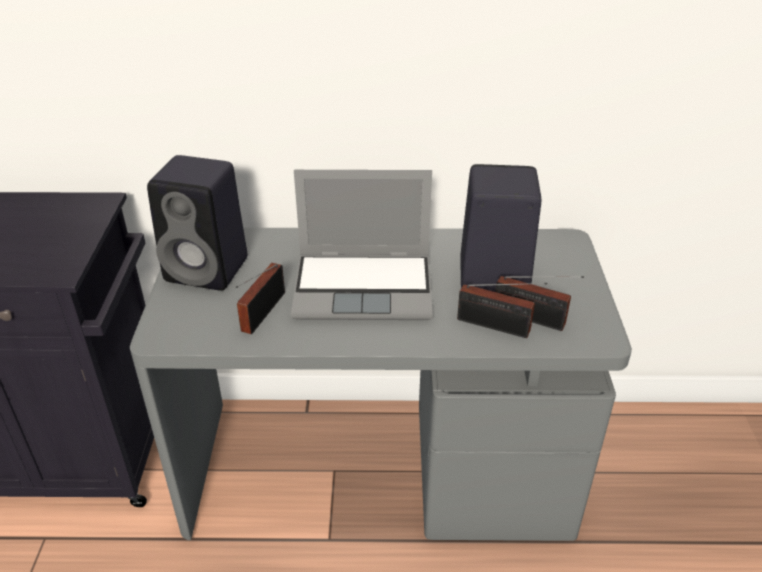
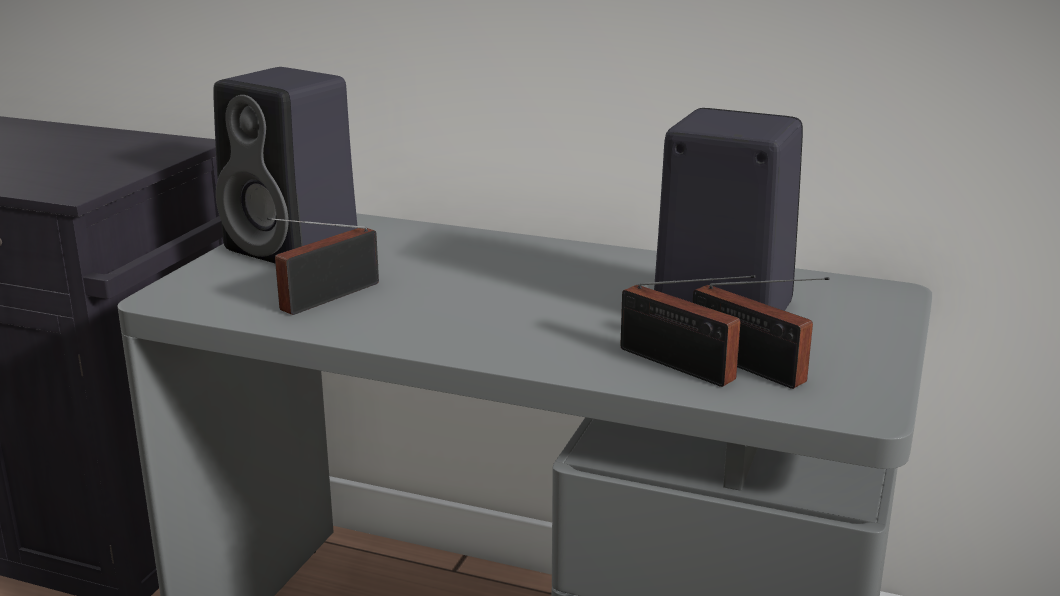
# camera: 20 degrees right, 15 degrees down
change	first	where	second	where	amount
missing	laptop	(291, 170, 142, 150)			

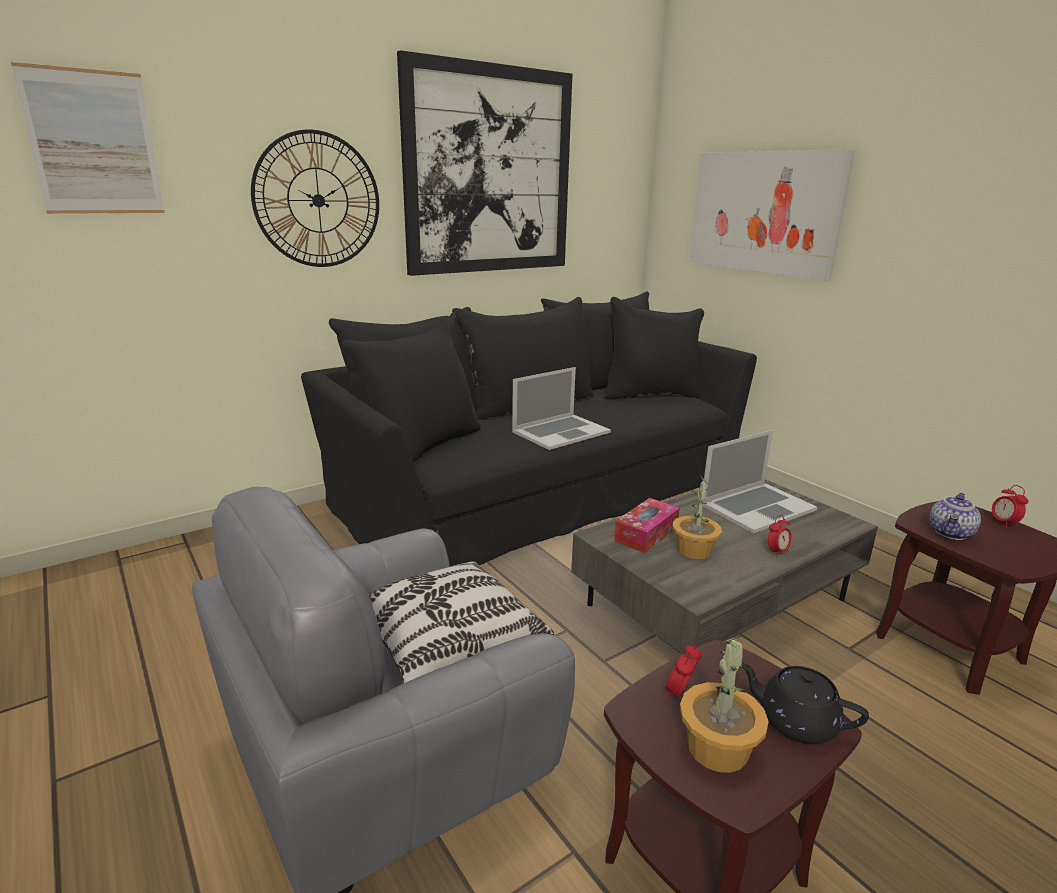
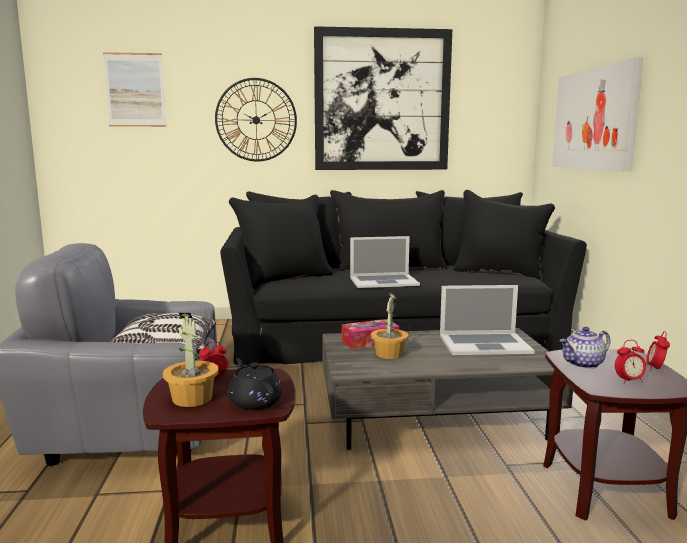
# camera: 30 degrees right, 10 degrees down
change	first	where	second	where	amount
relocated	alarm clock	(768, 515, 24, 43)		(615, 340, 31, 44)	

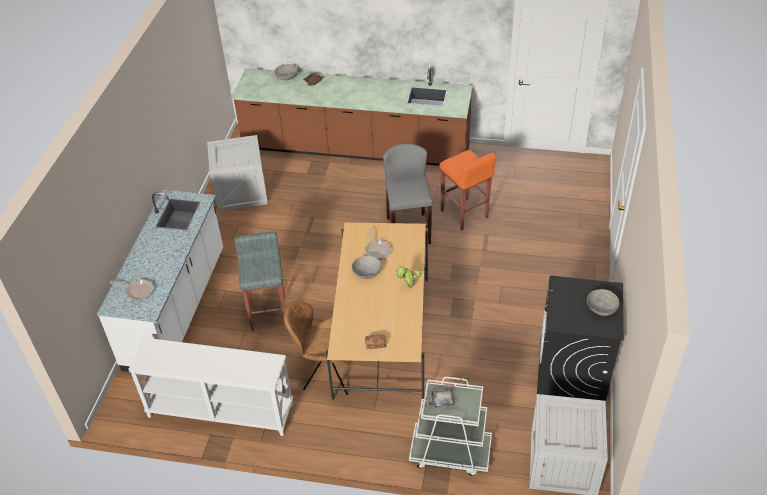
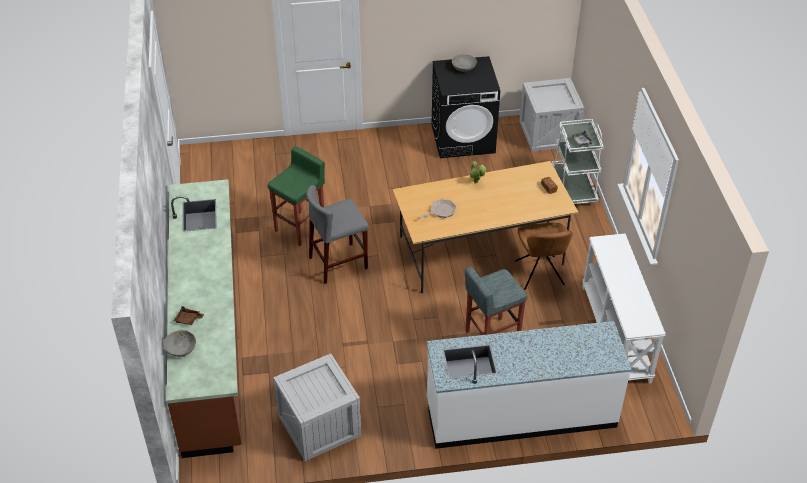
# camera: 110 degrees left, 0 degrees up
change	first	where	second	where	amount
missing	frying pan	(110, 279, 44, 22)			
missing	grey bowl	(352, 256, 30, 23)			
colour	orange stool	(439, 150, 57, 80)	green stool	(268, 147, 57, 99)	

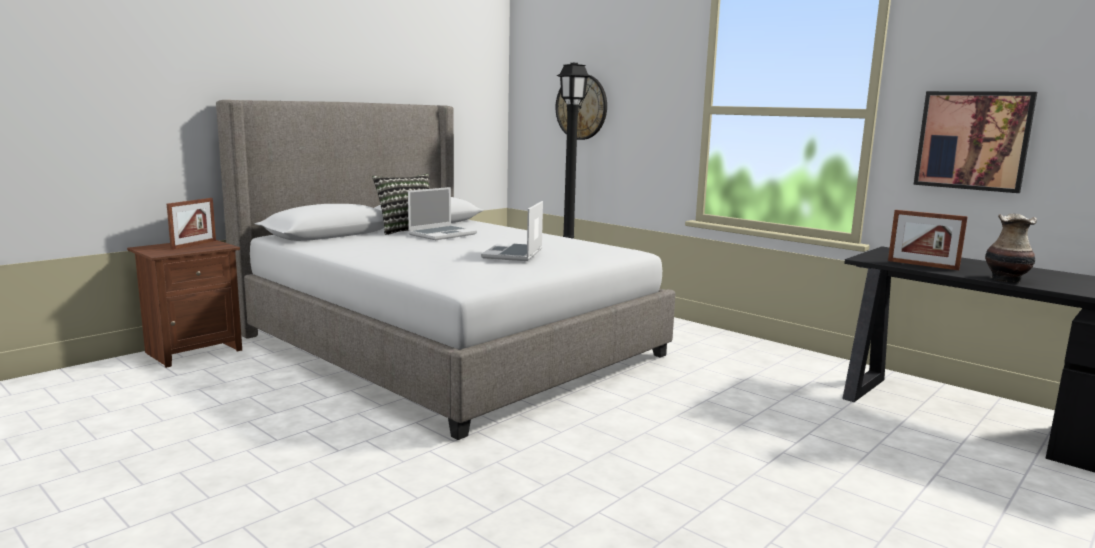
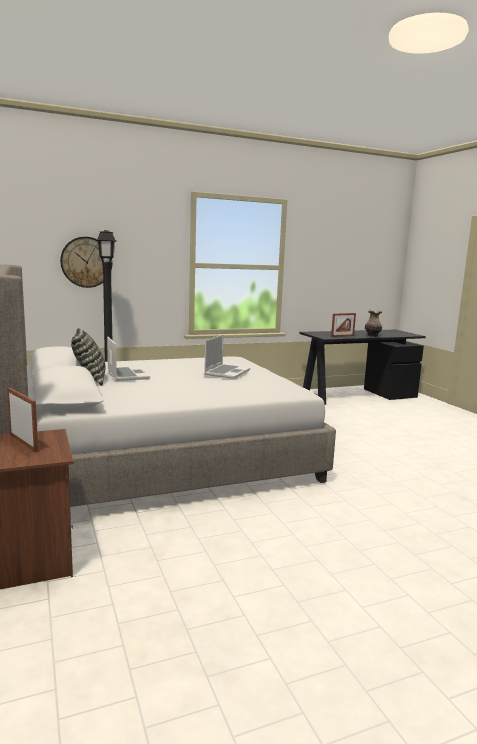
# camera: 65 degrees left, 0 degrees up
change	first	where	second	where	amount
spun	laptop	(481, 201, 62, 60)		(204, 335, 46, 44)	105 degrees counterclockwise
missing	picture	(913, 91, 124, 102)			

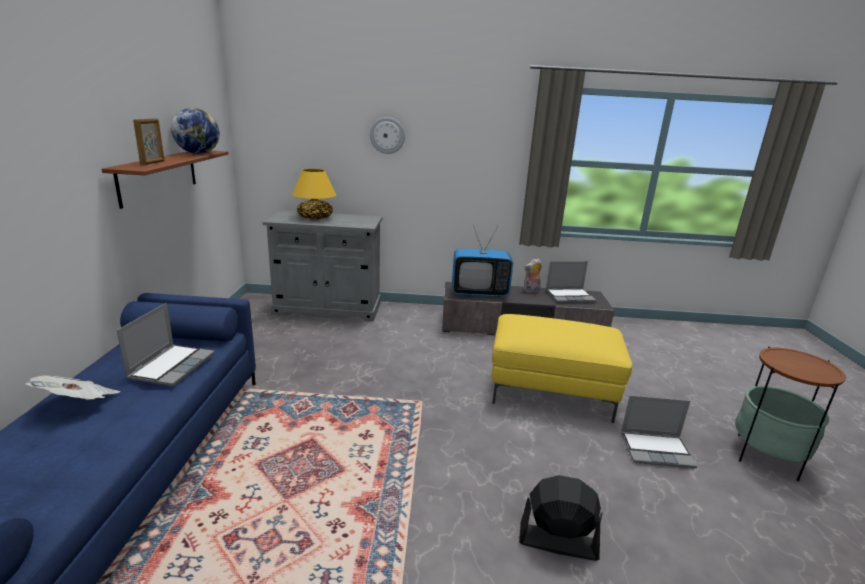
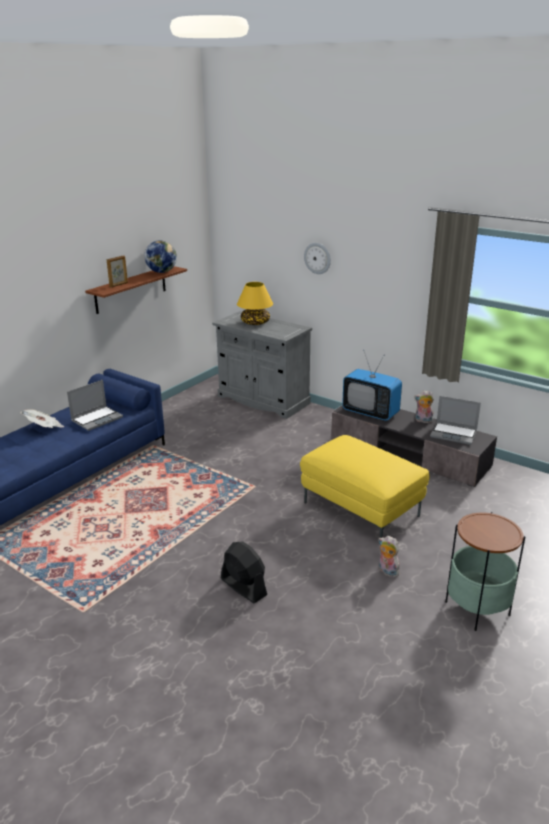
# camera: 35 degrees right, 5 degrees up
change	first	where	second	where	amount
exchanged	laptop	(621, 395, 76, 73)	plush toy	(378, 536, 22, 41)	

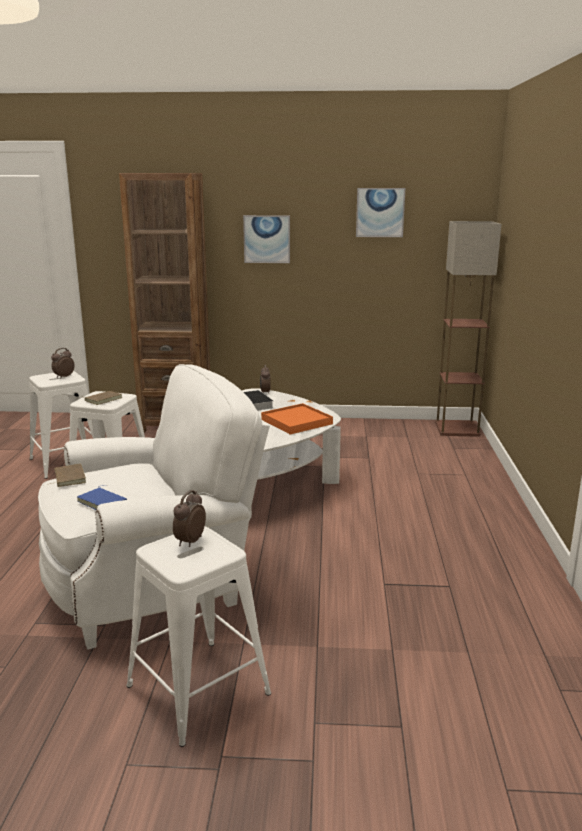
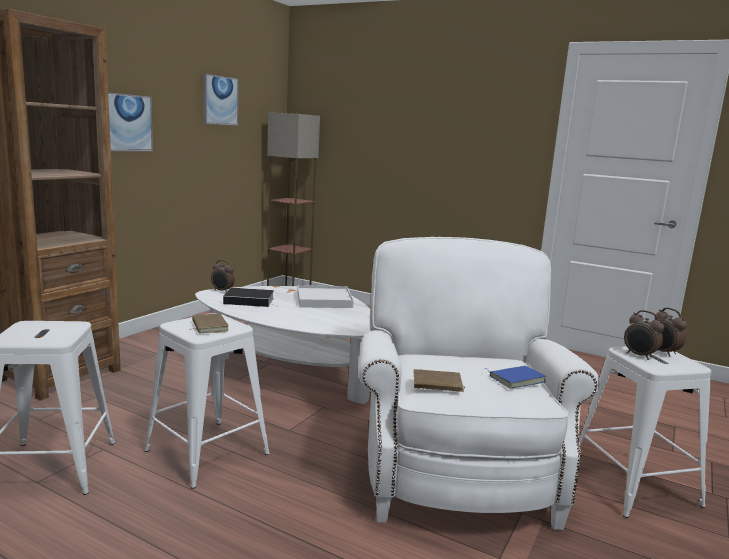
# camera: 65 degrees left, 5 degrees down
change	first	where	second	where	amount
relocated	alarm clock	(51, 348, 24, 30)		(655, 308, 32, 49)	
colour	orange tray	(261, 403, 72, 31)	white tray	(297, 285, 57, 23)	

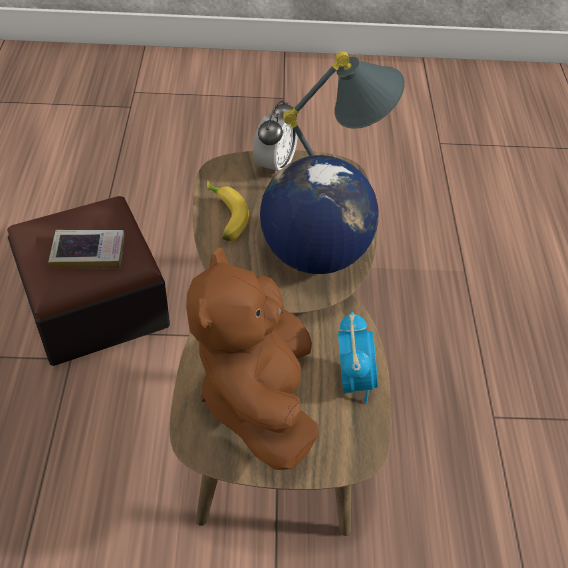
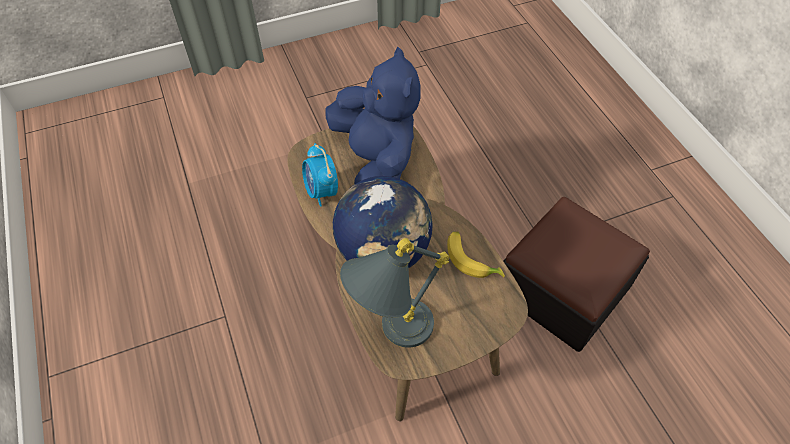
# camera: 160 degrees right, 5 degrees up
change	first	where	second	where	amount
missing	book	(48, 230, 76, 38)			
colour	brown plush toy	(186, 247, 133, 223)	blue plush toy	(325, 47, 95, 137)	
missing	alarm clock	(253, 100, 45, 75)			

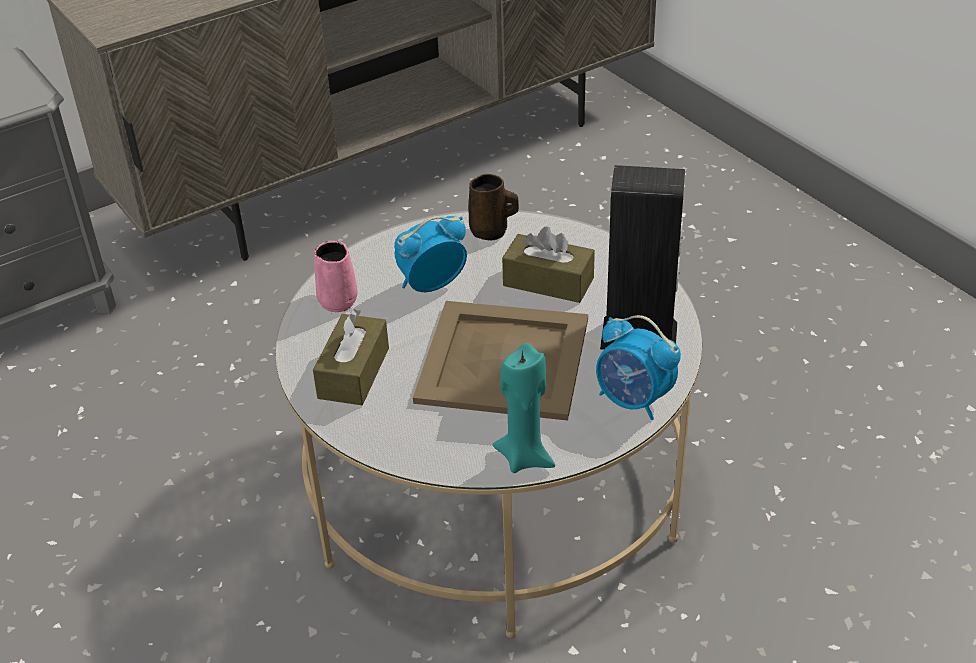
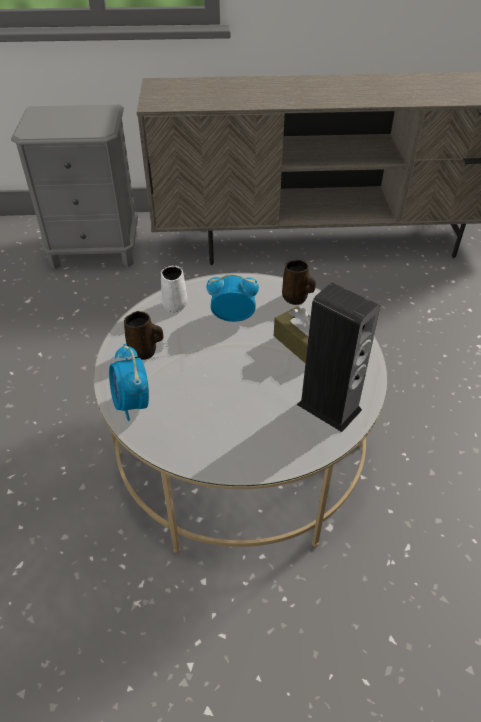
# camera: 30 degrees right, 5 degrees up
change	first	where	second	where	amount
exchanged	brown tissue box	(313, 309, 76, 96)	brown mug	(124, 311, 39, 49)	
colour	pink mug	(314, 241, 44, 71)	white mug	(161, 266, 27, 46)	
missing	beige tray	(413, 301, 175, 120)			
missing	turquoise candle	(493, 343, 62, 130)			
relocated	alarm clock	(596, 315, 85, 105)		(109, 344, 40, 77)	

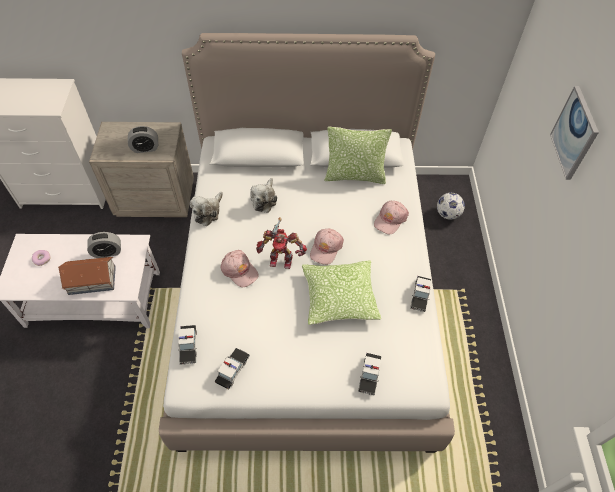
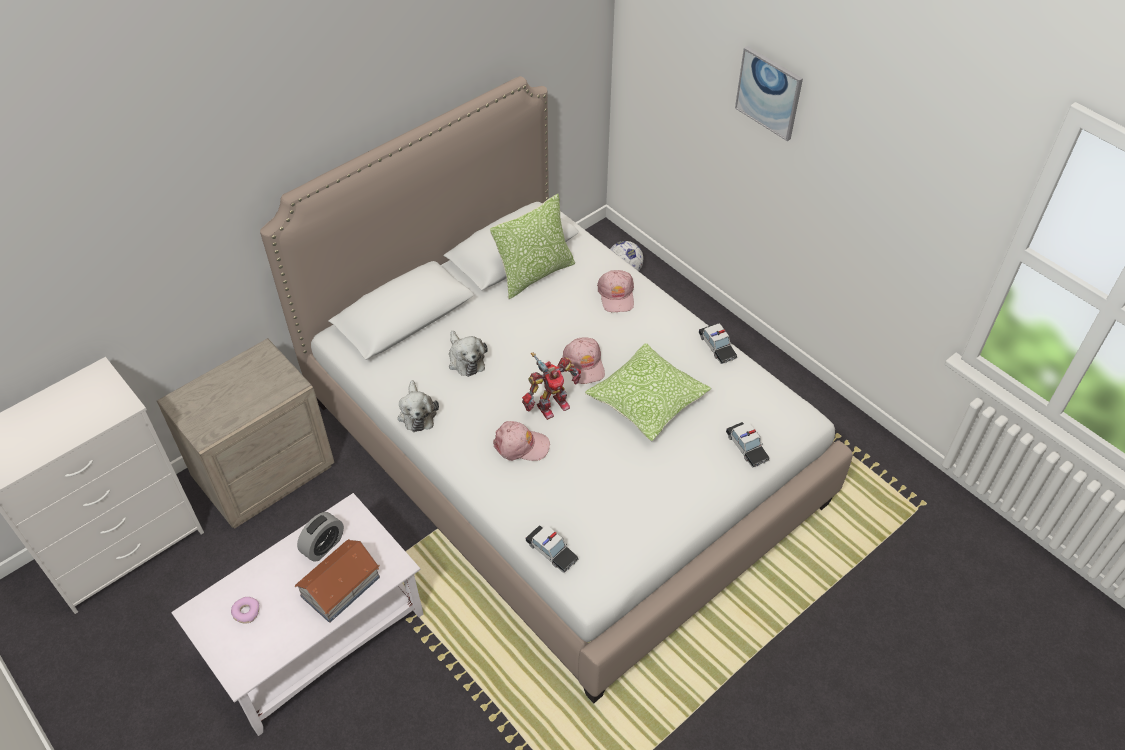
# camera: 40 degrees left, 5 degrees down
change	first	where	second	where	amount
missing	alarm clock	(128, 126, 30, 27)			
missing	toy car	(215, 348, 35, 42)			

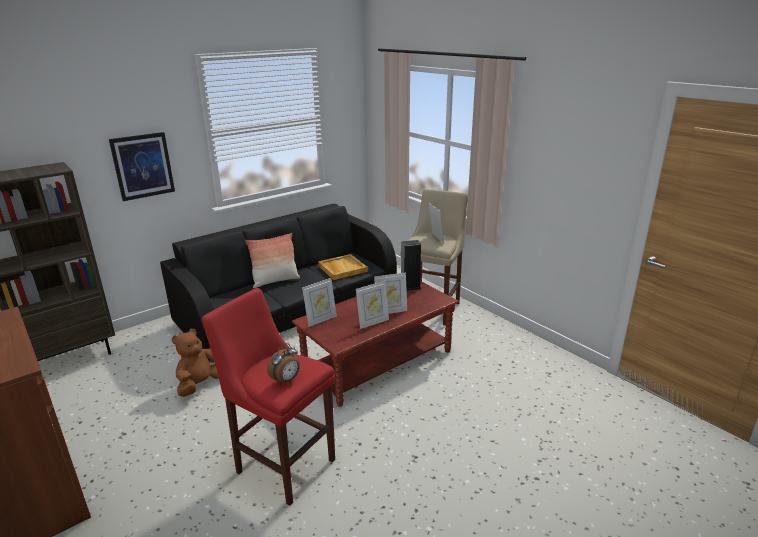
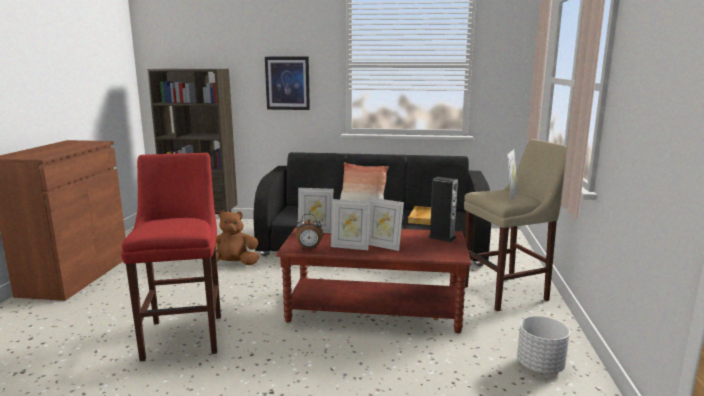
# camera: 45 degrees right, 10 degrees down
change	first	where	second	where	amount
relocated	alarm clock	(267, 343, 33, 42)		(296, 214, 27, 35)	
appeared			white planter	(517, 316, 53, 58)	

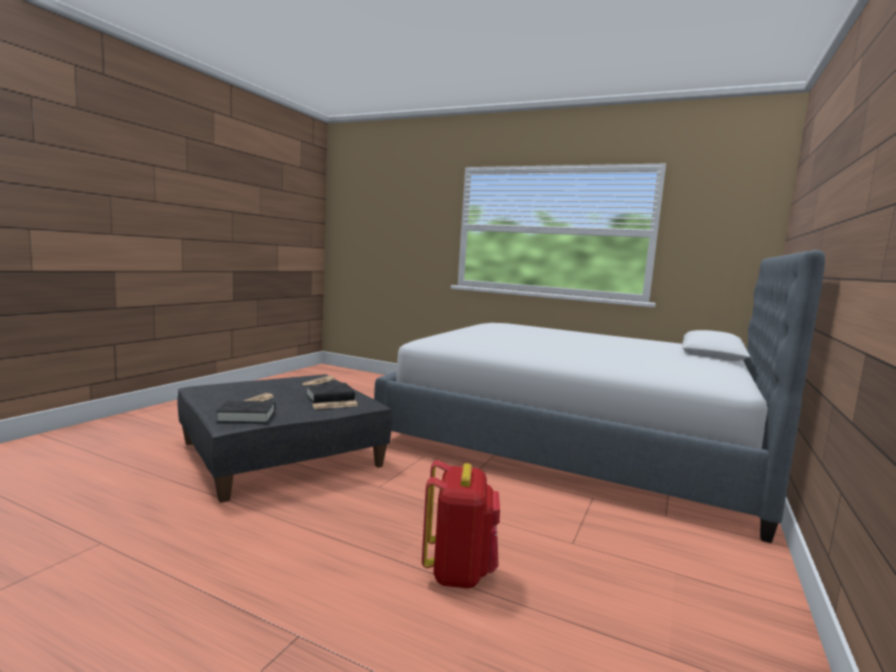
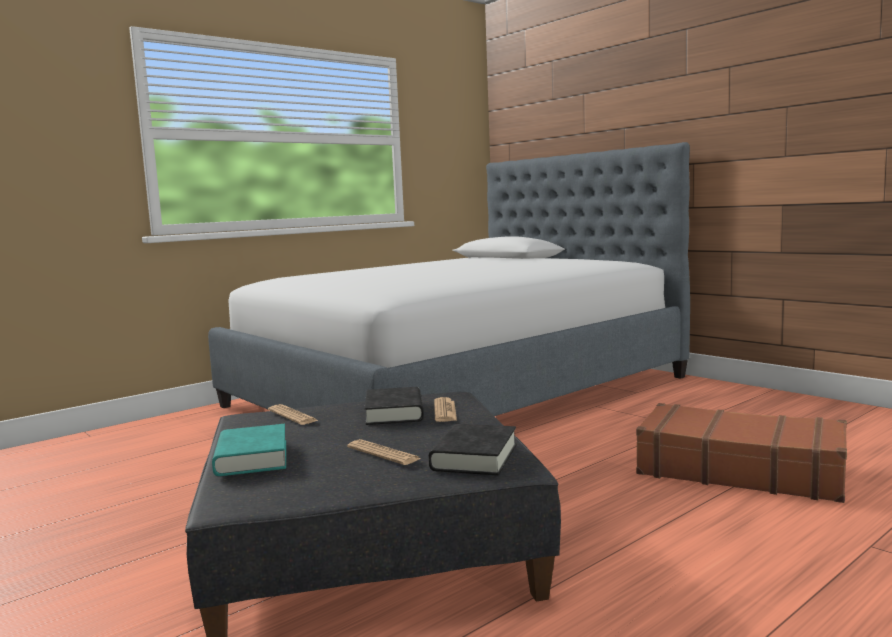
# camera: 65 degrees left, 0 degrees up
change	first	where	second	where	amount
exchanged	red backpack	(422, 460, 78, 129)	brown suitcase	(636, 403, 211, 100)	
appeared			turquoise book	(212, 424, 74, 52)	

